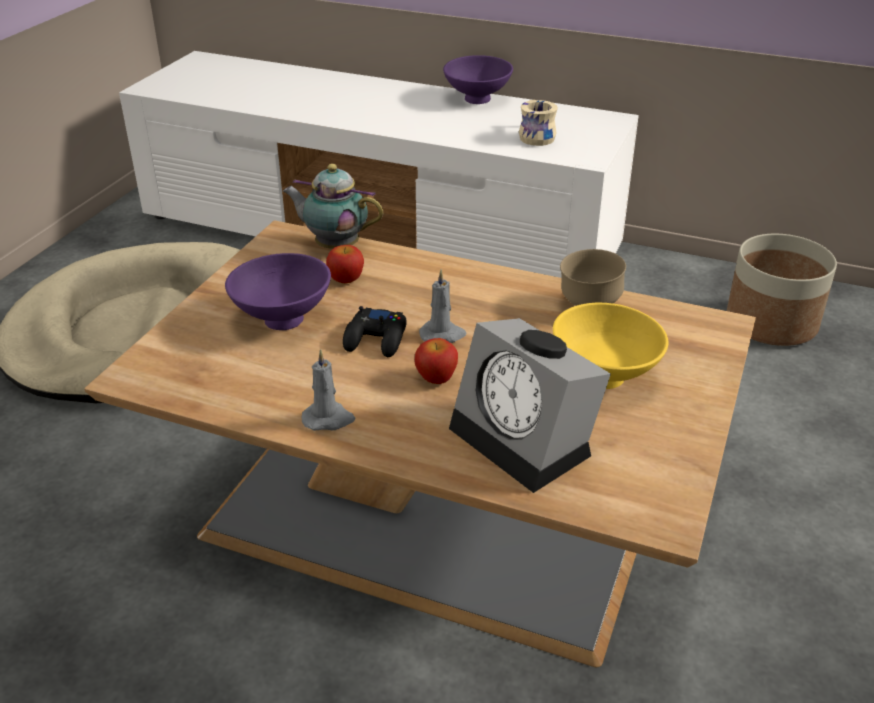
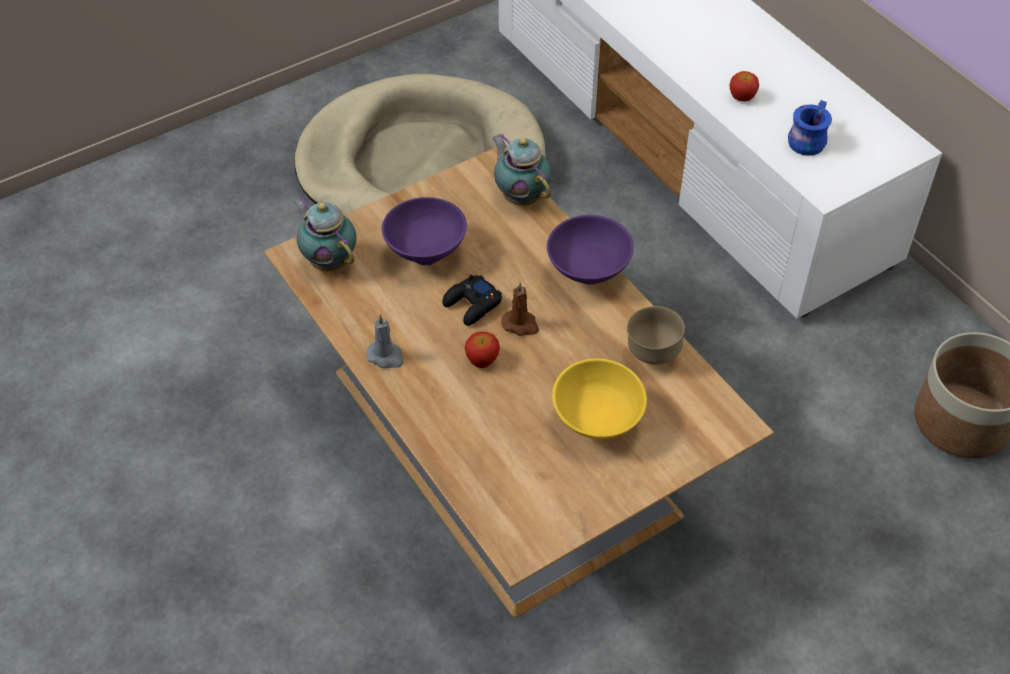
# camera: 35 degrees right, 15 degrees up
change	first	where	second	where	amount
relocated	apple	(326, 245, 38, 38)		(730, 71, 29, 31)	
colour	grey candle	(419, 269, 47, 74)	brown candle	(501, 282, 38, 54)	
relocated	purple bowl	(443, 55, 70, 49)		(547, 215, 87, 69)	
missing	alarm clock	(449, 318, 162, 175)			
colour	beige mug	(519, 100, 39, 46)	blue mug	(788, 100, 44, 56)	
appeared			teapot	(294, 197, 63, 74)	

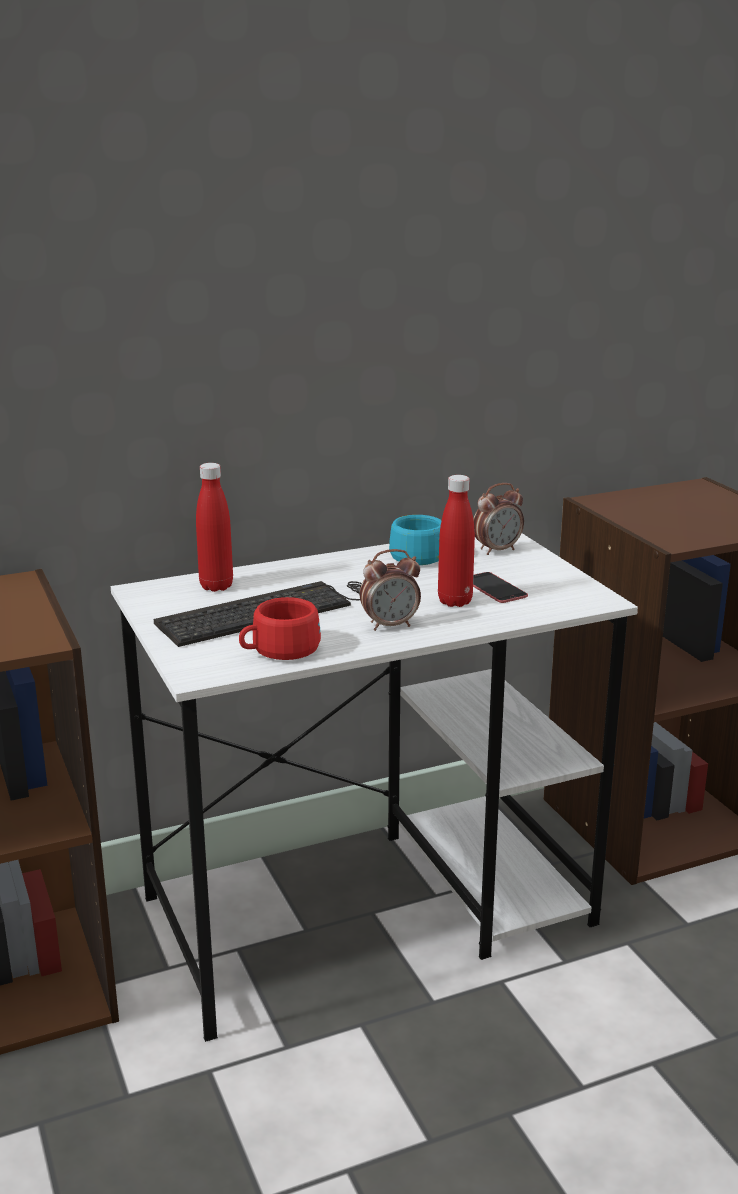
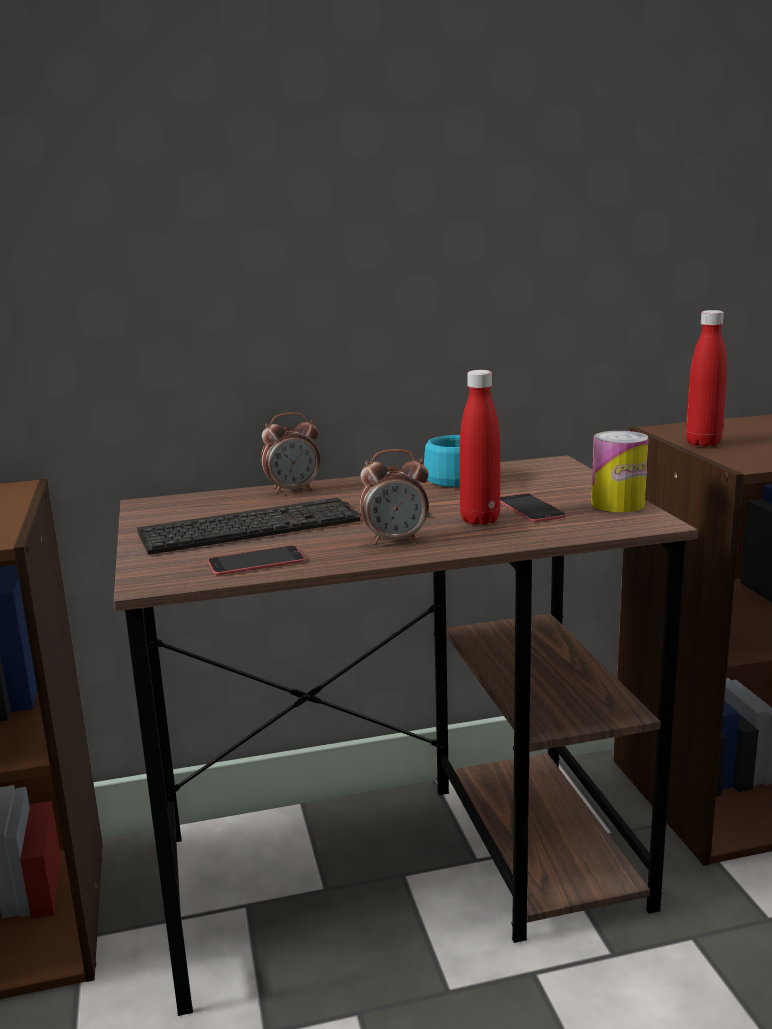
# camera: 10 degrees right, 5 degrees down
change	first	where	second	where	amount
colour	white desk	(111, 533, 527, 509)	brown desk	(114, 455, 584, 561)	
relocated	red bottle	(196, 463, 37, 129)		(686, 310, 41, 137)	
exchanged	red cup	(239, 597, 82, 63)	phone	(208, 545, 97, 30)	
relocated	alarm clock	(473, 483, 51, 72)		(261, 412, 59, 83)	
appeared			can	(591, 431, 58, 82)	

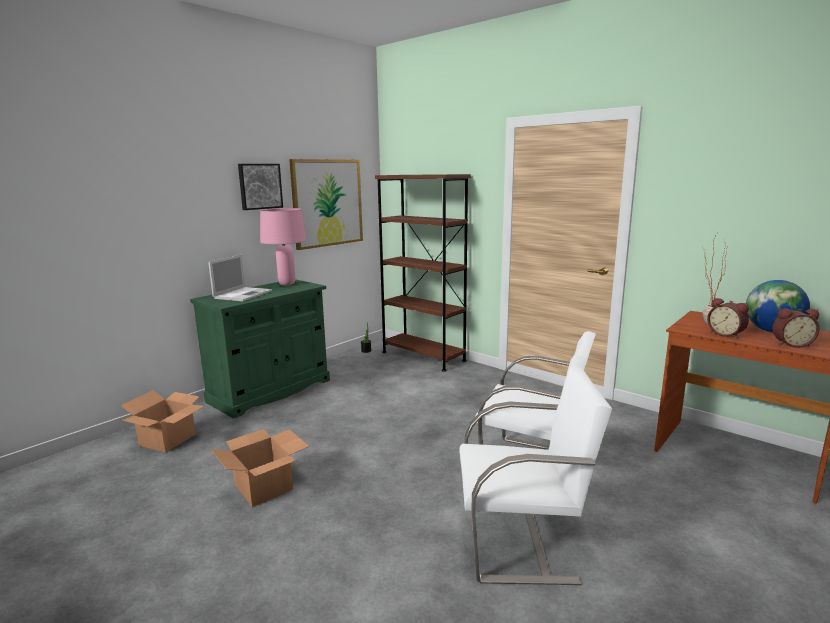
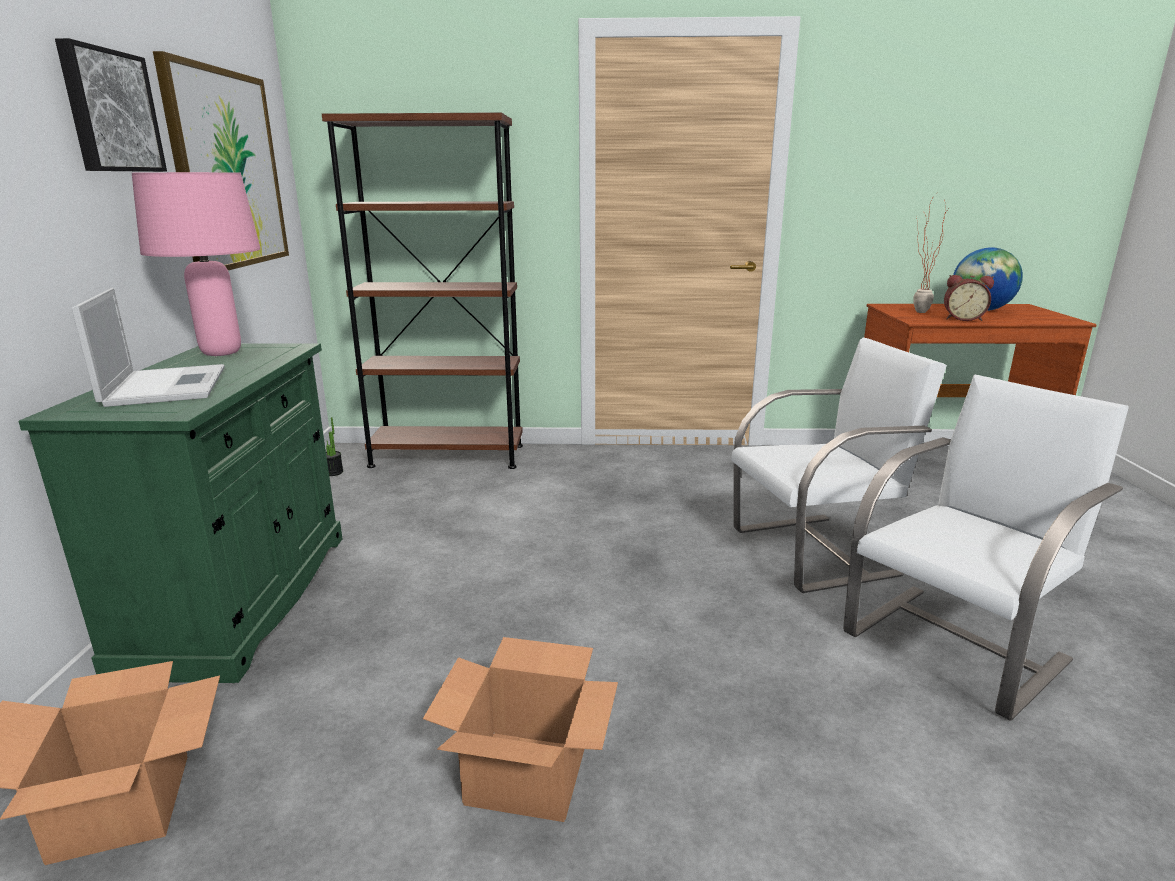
# camera: 40 degrees left, 5 degrees up
change	first	where	second	where	amount
missing	alarm clock	(773, 308, 47, 40)			

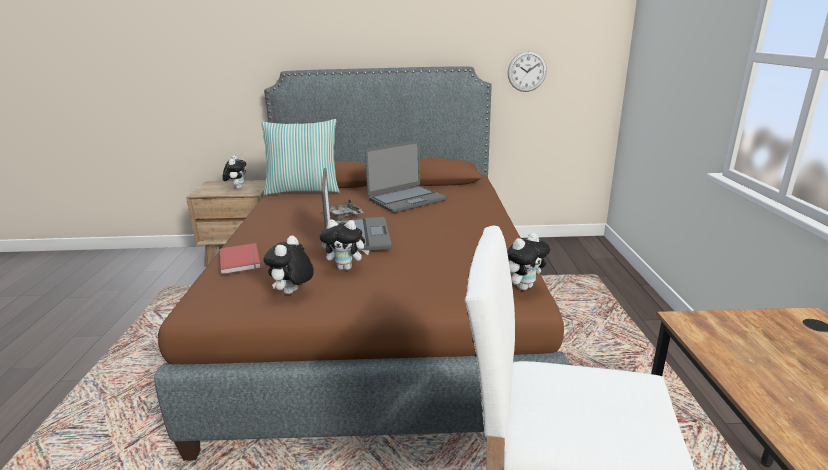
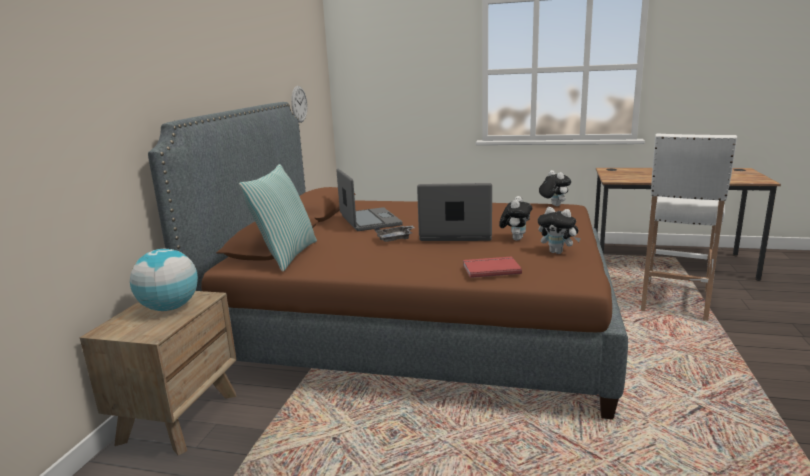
# camera: 75 degrees left, 5 degrees down
change	first	where	second	where	amount
exchanged	plush toy	(223, 156, 23, 33)	globe	(130, 248, 68, 63)	

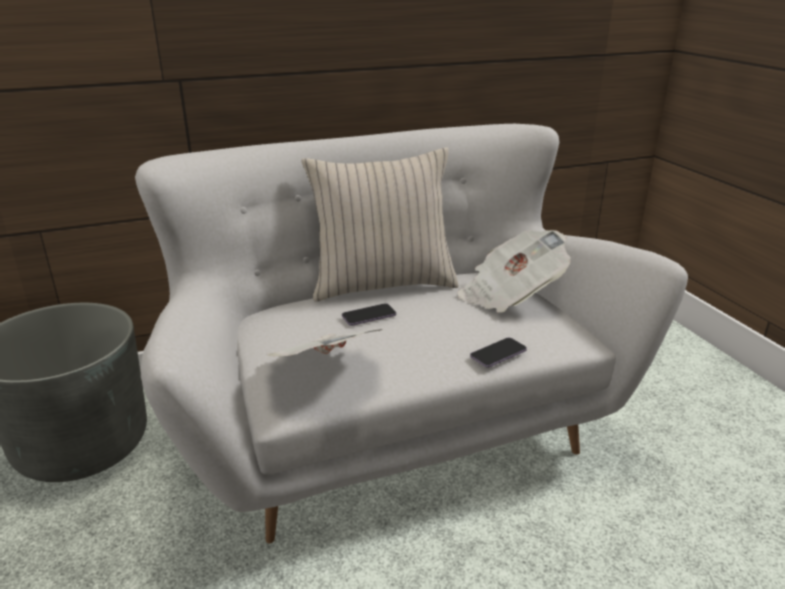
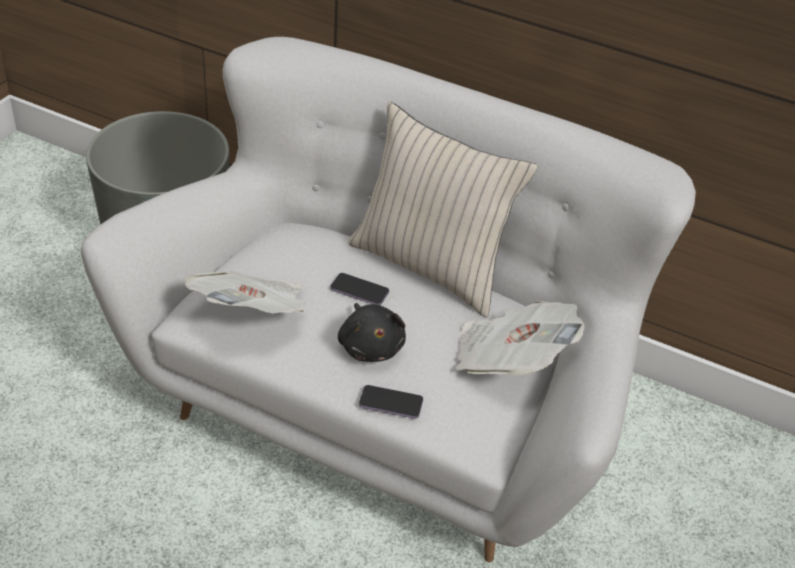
# camera: 45 degrees right, 15 degrees up
change	first	where	second	where	amount
appeared			black plush toy	(338, 303, 68, 59)	

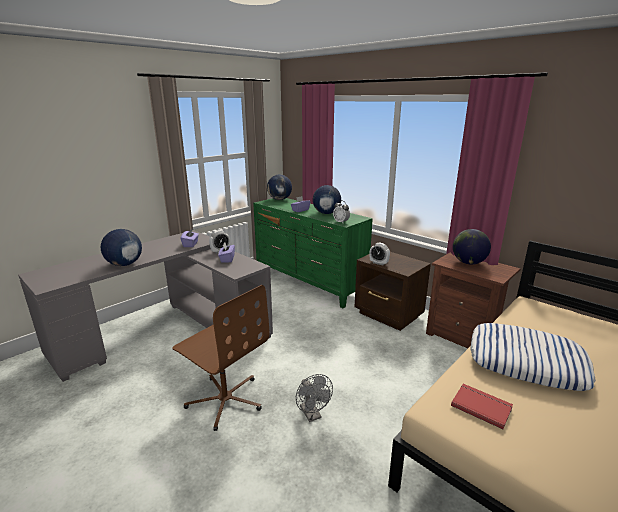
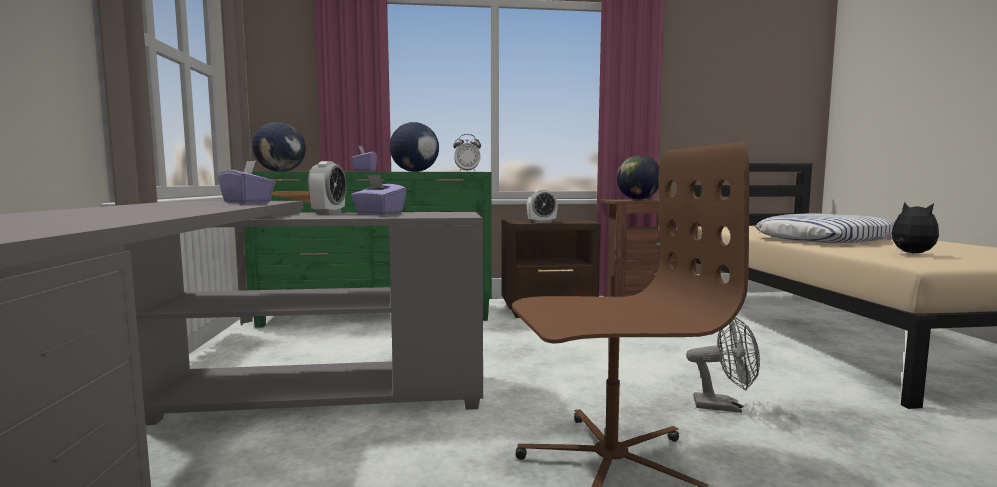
# camera: 50 degrees left, 15 degrees down
change	first	where	second	where	amount
missing	globe	(100, 229, 42, 37)			
exchanged	red book	(451, 384, 62, 45)	plush toy	(883, 202, 56, 51)	

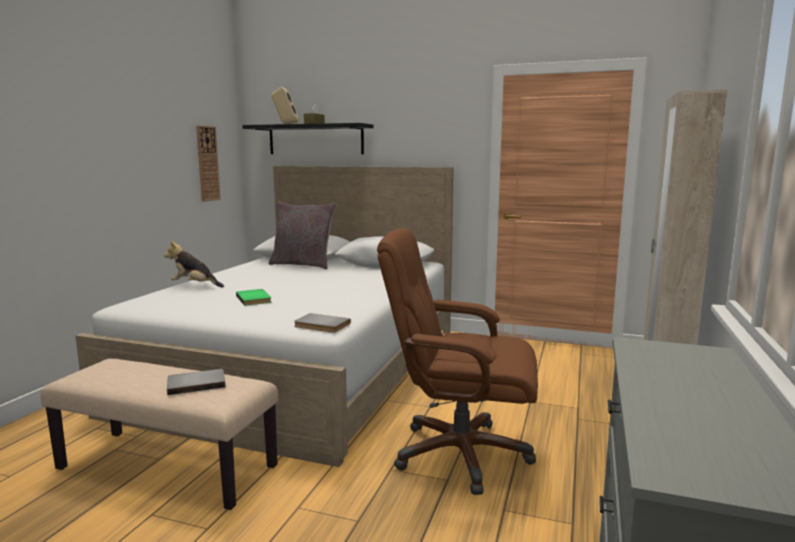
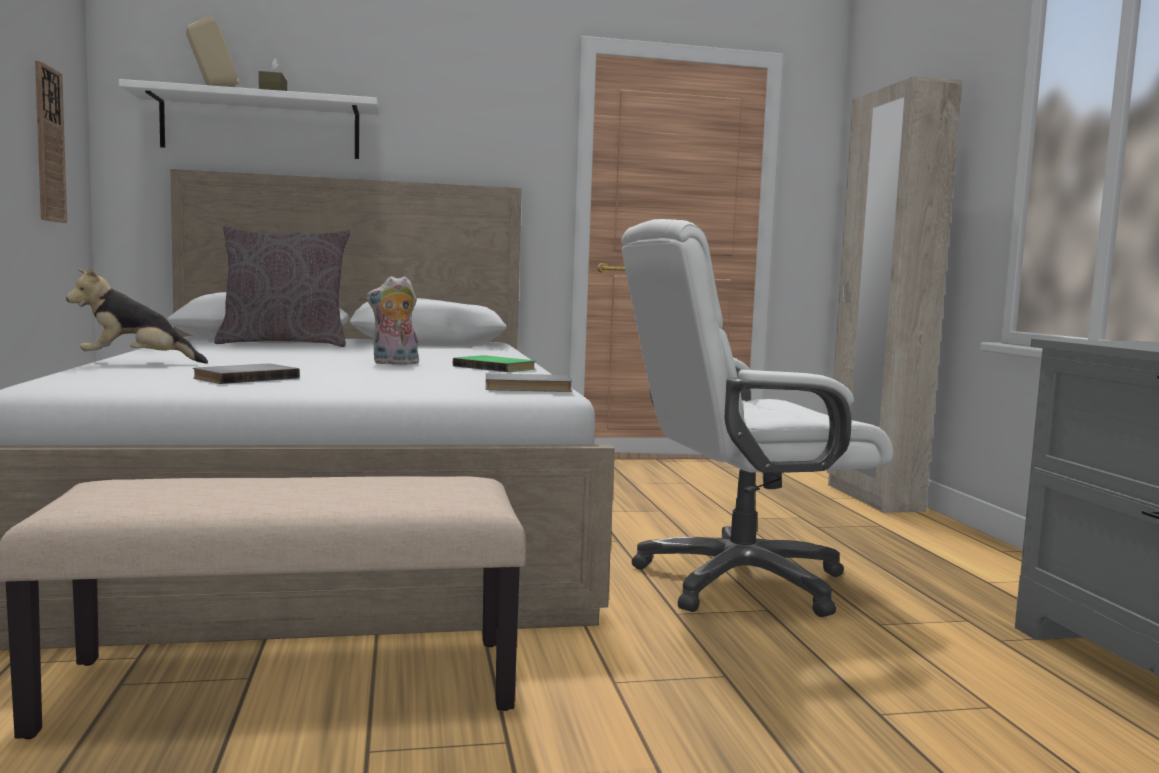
# camera: 30 degrees left, 5 degrees down
change	first	where	second	where	amount
relocated	grey book	(167, 369, 59, 26)		(193, 364, 107, 20)	
relocated	green book	(236, 289, 35, 17)		(453, 355, 82, 17)	
colour	black shelf	(242, 123, 132, 31)	white shelf	(119, 79, 260, 80)	
colour	brown office chair	(377, 228, 161, 267)	white office chair	(621, 219, 272, 398)	
appeared			plush toy	(366, 276, 53, 89)	

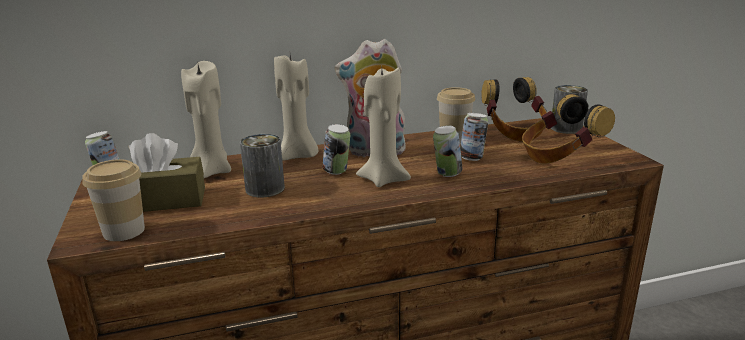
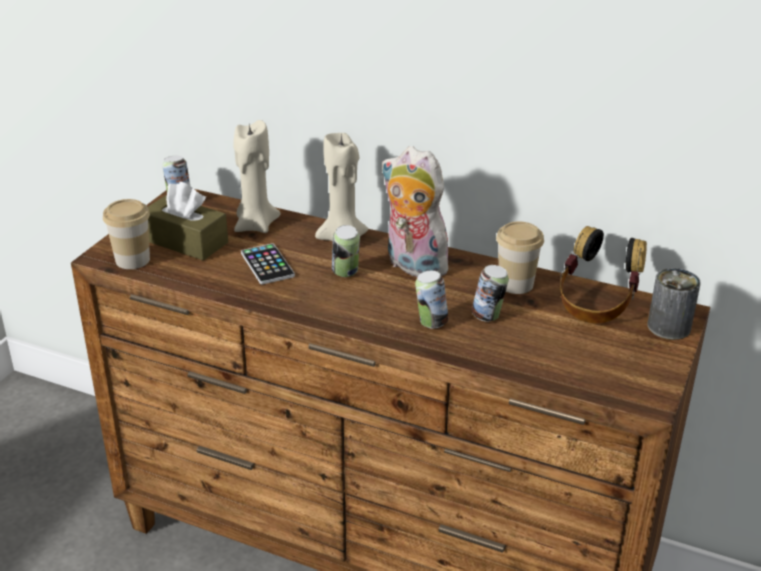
# camera: 40 degrees right, 10 degrees up
change	first	where	second	where	amount
exchanged	can	(240, 134, 45, 63)	phone	(241, 243, 54, 41)	
missing	beige candle	(356, 68, 55, 119)			
missing	headphones	(522, 94, 93, 70)			

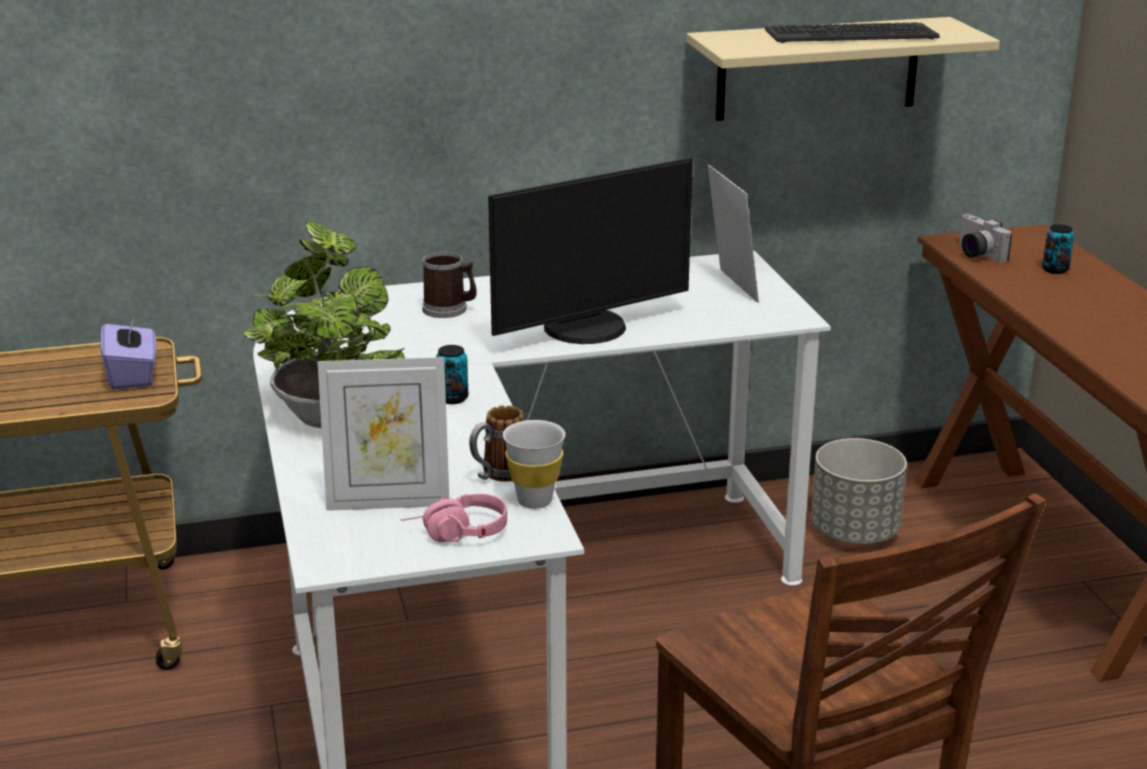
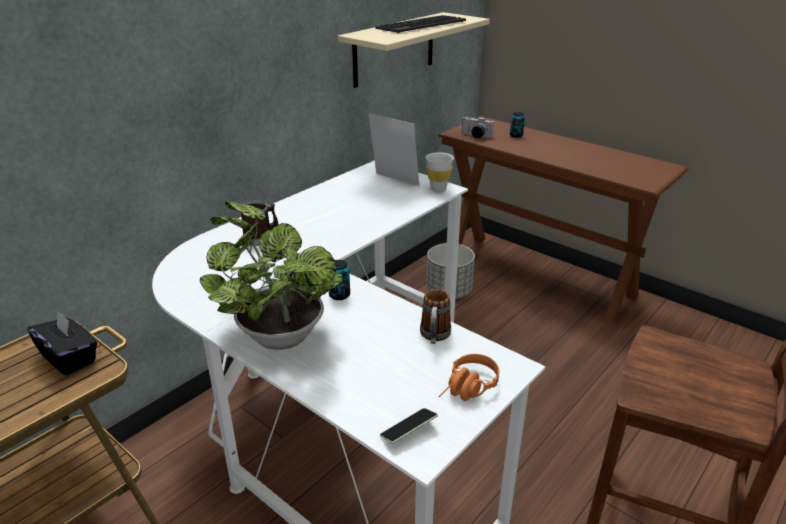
# camera: 35 degrees left, 5 degrees up
change	first	where	second	where	amount
colour	purple tissue box	(100, 317, 56, 73)	black tissue box	(27, 311, 70, 65)	
missing	picture frame	(318, 357, 131, 154)			
colour	pink headphones	(401, 494, 106, 48)	orange headphones	(439, 354, 60, 47)	
missing	monitor	(488, 158, 205, 186)			
relocated	white cup	(503, 420, 62, 89)		(426, 152, 28, 40)	
appeared			phone	(380, 408, 58, 35)	

